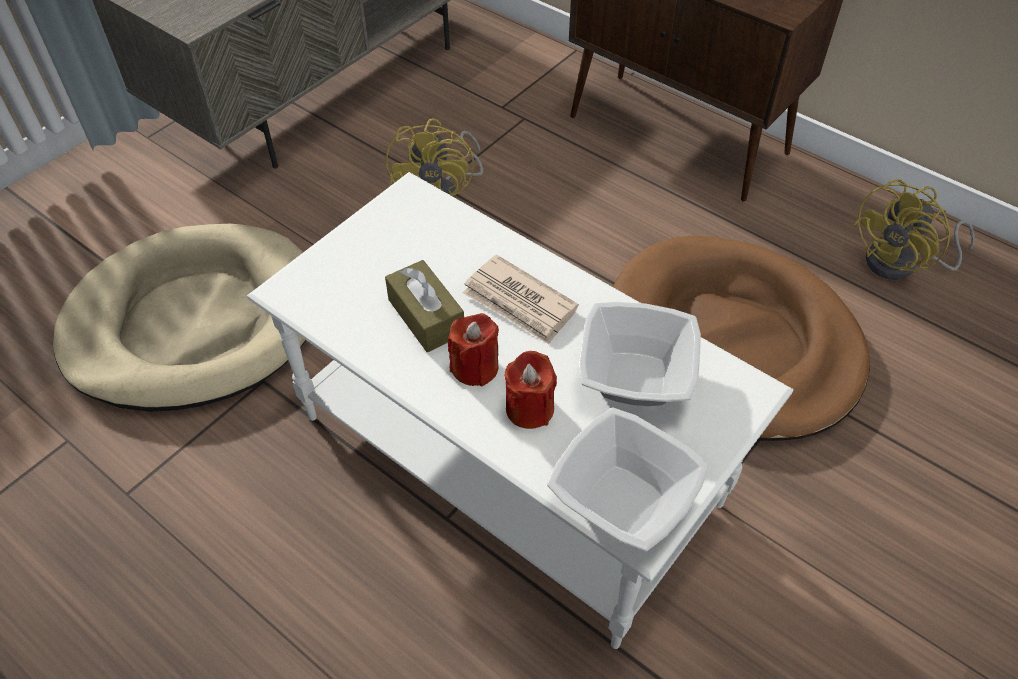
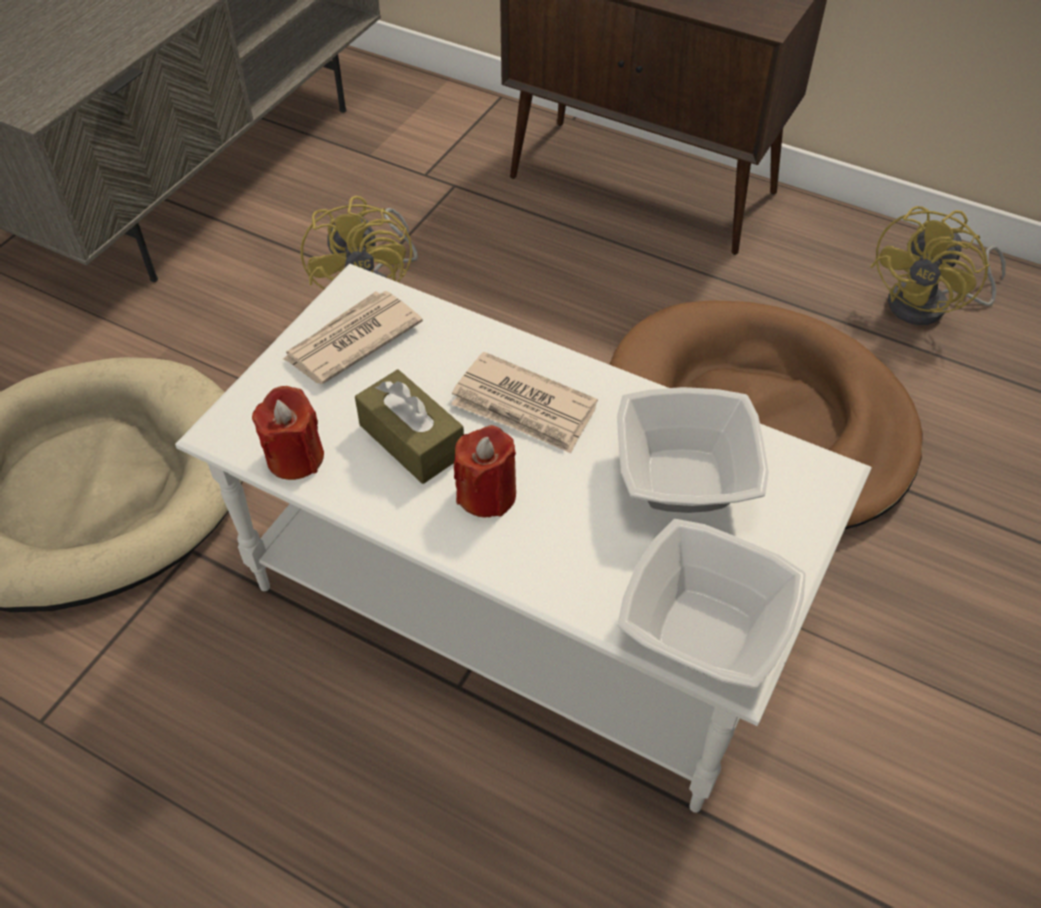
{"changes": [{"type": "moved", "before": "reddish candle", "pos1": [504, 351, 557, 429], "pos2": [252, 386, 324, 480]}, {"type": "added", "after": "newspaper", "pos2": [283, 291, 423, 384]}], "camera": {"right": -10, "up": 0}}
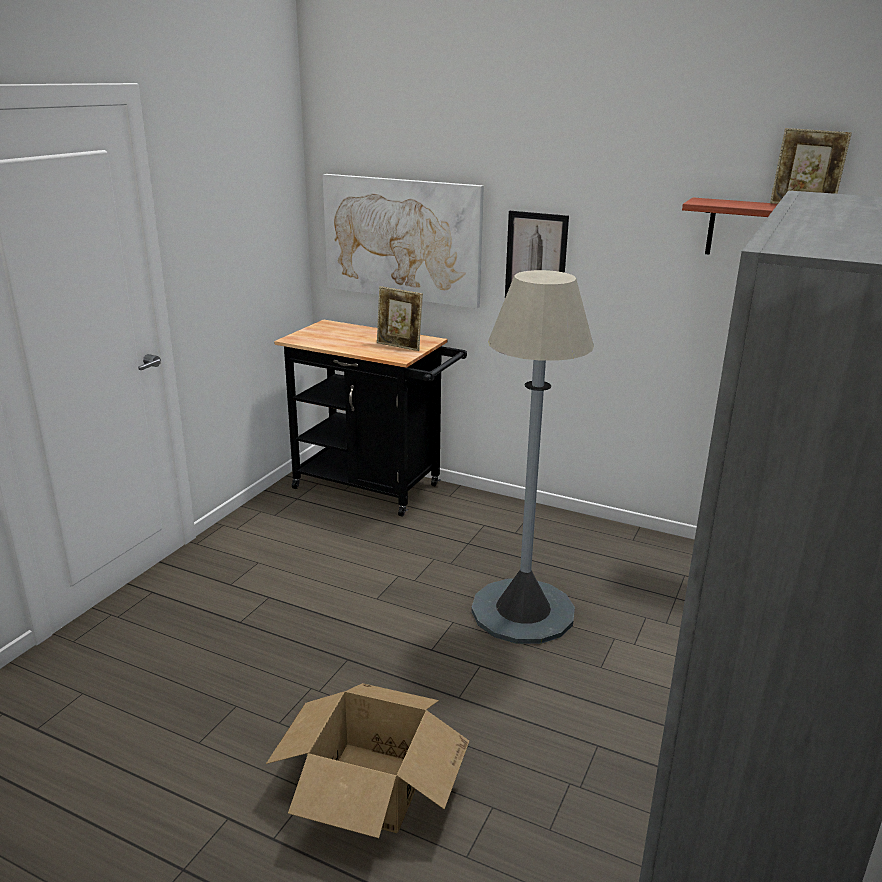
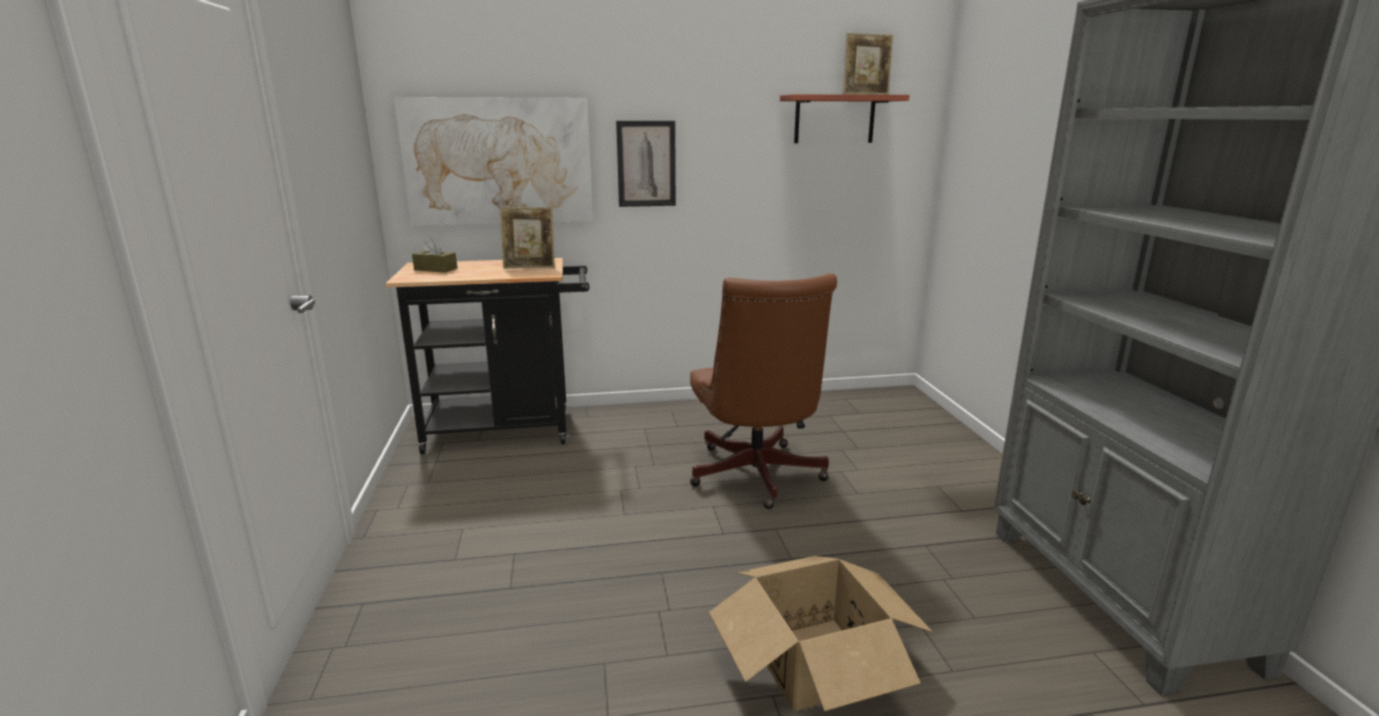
{"changes": [{"type": "replaced", "before": "gray floor lamp", "after": "brown-coloured desk chair", "pos1": [472, 270, 594, 644], "pos2": [690, 274, 837, 509]}, {"type": "added", "after": "brown-coloured tissue box", "pos2": [412, 238, 457, 273]}], "camera": {"right": -35, "up": -5}}
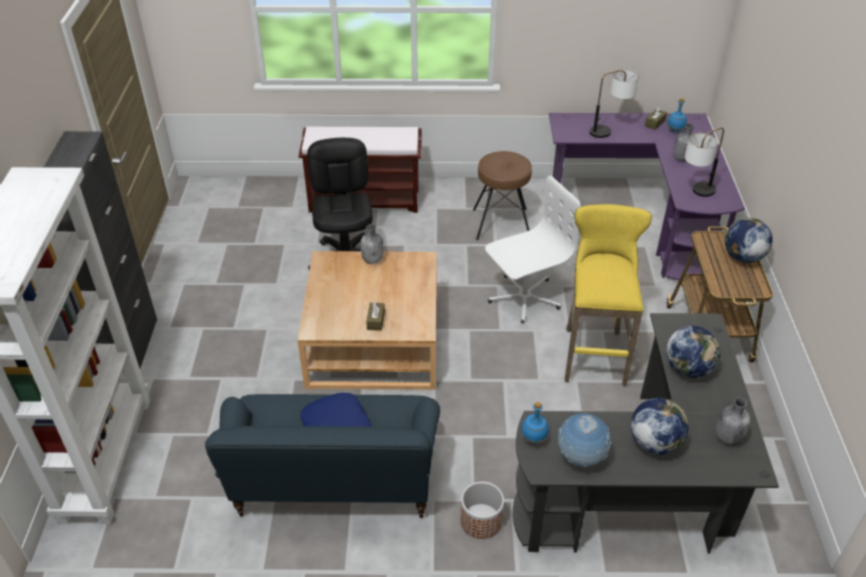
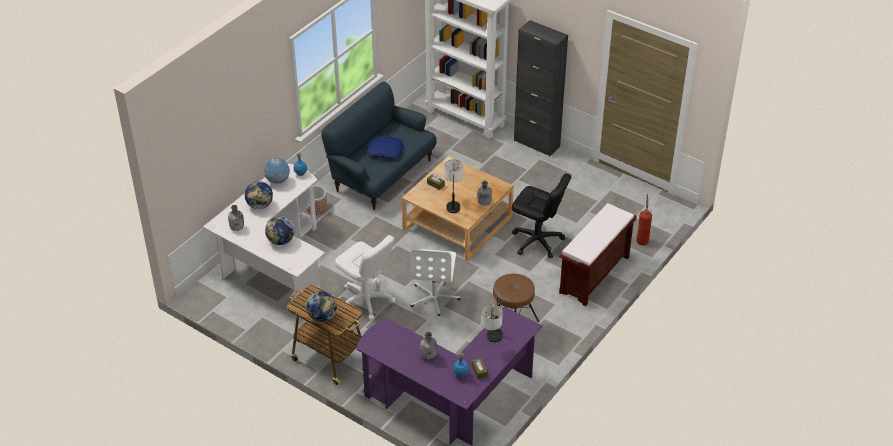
{"changes": [{"type": "moved", "before": "table lamp", "pos1": [685, 127, 724, 197], "pos2": [445, 159, 463, 213]}, {"type": "replaced", "before": "yellow-coloured stool", "after": "white desk chair", "pos1": [565, 204, 652, 387], "pos2": [335, 235, 396, 320]}, {"type": "recoloured", "before": "blackish desk table", "after": "white desk table", "pos1": [513, 313, 779, 554], "pos2": [203, 163, 325, 318]}, {"type": "added", "after": "fire extinguisher", "pos2": [636, 194, 652, 245]}], "camera": {"right": 125, "up": 0}}
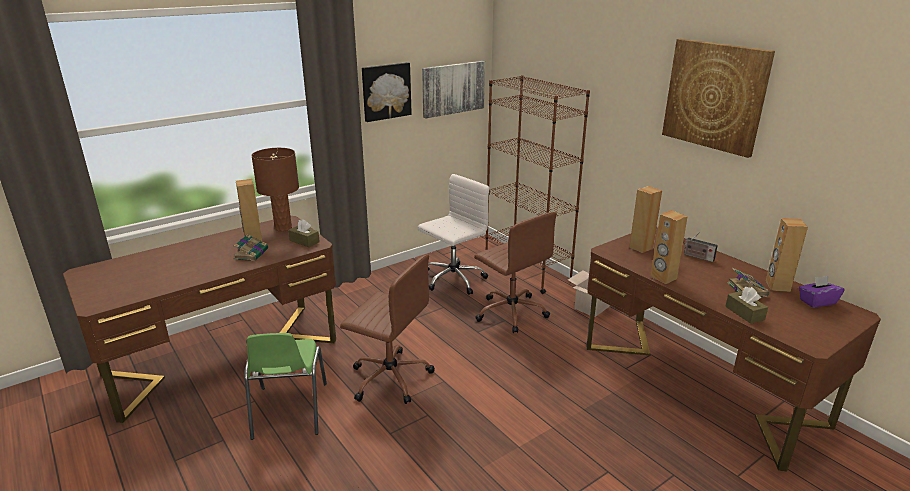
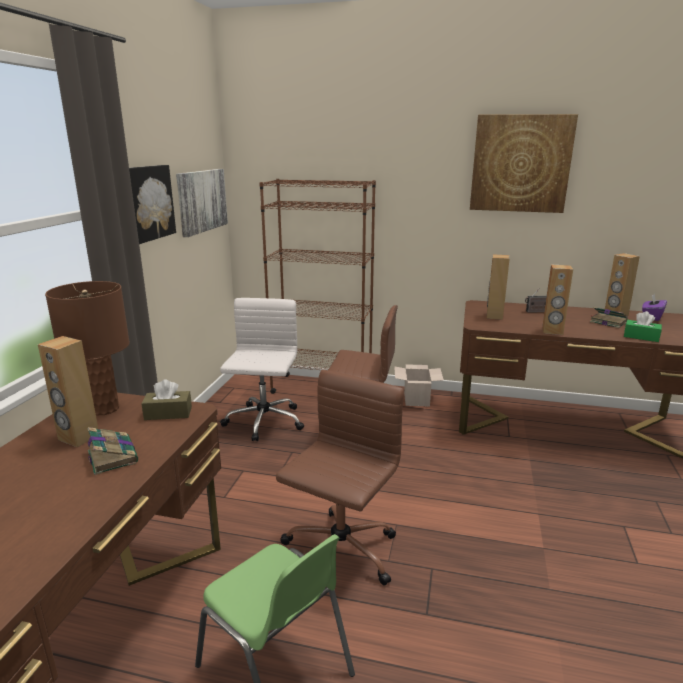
{"changes": [{"type": "turned", "before": "brown-coloured desk chair", "pos1": [340, 255, 435, 404], "pos2": [276, 370, 404, 586], "turn": -45}, {"type": "recoloured", "before": "brown-coloured tissue box", "after": "green tissue box", "pos1": [725, 287, 768, 324], "pos2": [624, 311, 662, 342]}], "camera": {"right": -40, "up": -5}}
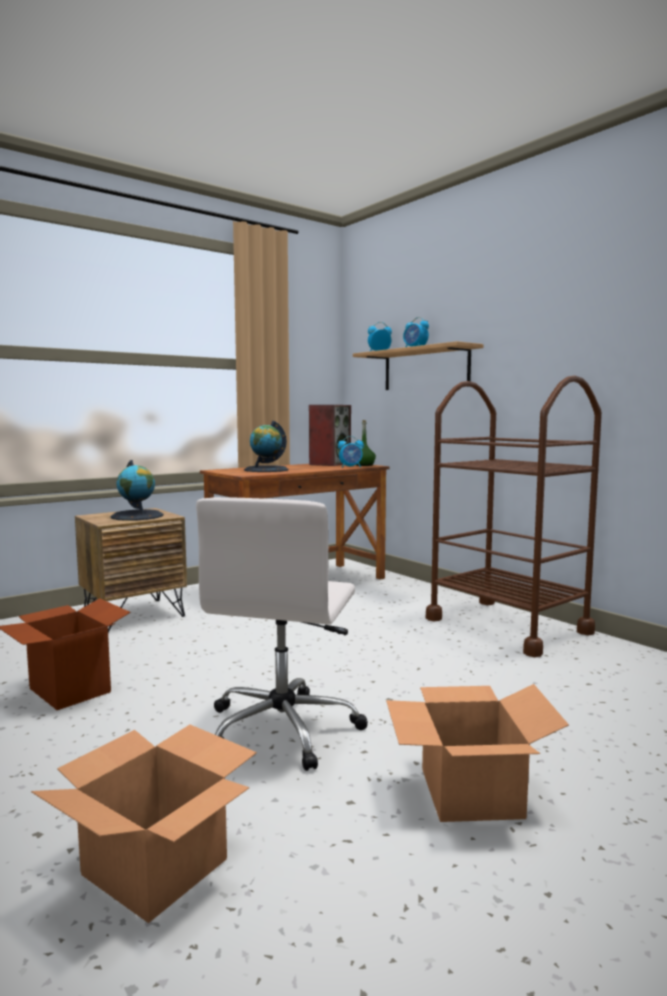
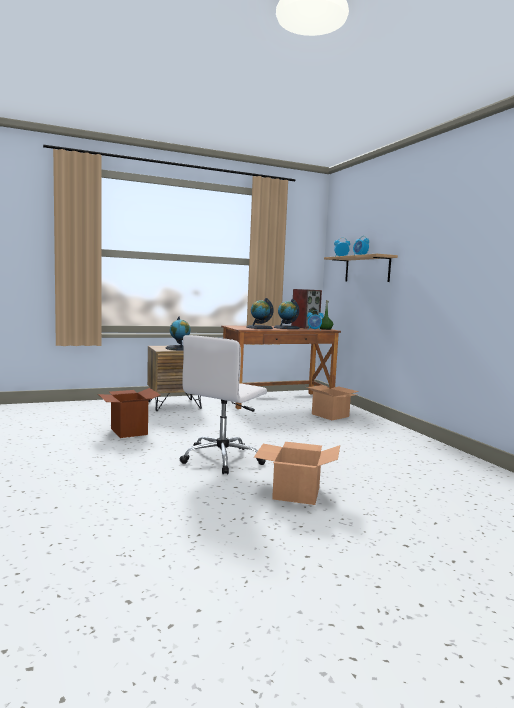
{"changes": [{"type": "removed", "before": "brown-coloured trolley", "pos1": [426, 375, 602, 657]}, {"type": "moved", "before": "cardboard box", "pos1": [31, 725, 257, 923], "pos2": [306, 385, 359, 420]}, {"type": "added", "after": "globe", "pos2": [273, 299, 300, 329]}], "camera": {"right": 15, "up": 0}}
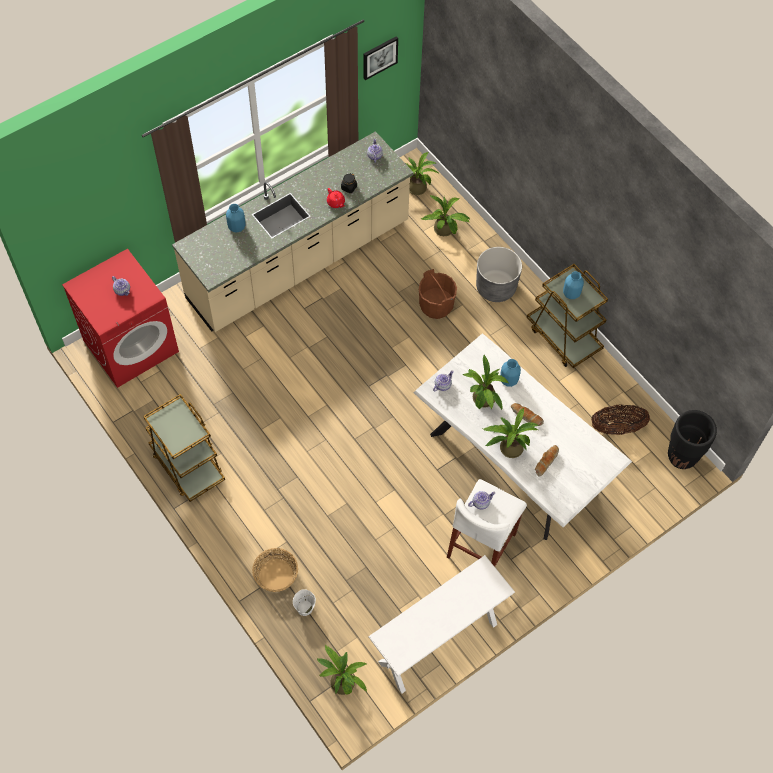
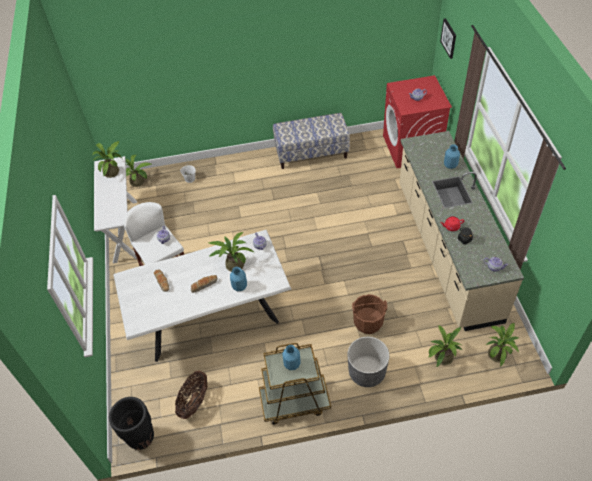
{"changes": [{"type": "moved", "before": "wall picture", "pos1": [363, 36, 398, 80], "pos2": [440, 18, 456, 59]}, {"type": "replaced", "before": "brown-coloured trolley", "after": "indoor bench", "pos1": [143, 394, 225, 502], "pos2": [273, 113, 350, 169]}, {"type": "moved", "before": "houseplant", "pos1": [483, 408, 539, 458], "pos2": [92, 141, 123, 178]}, {"type": "removed", "before": "storage basket", "pos1": [252, 548, 298, 592]}], "camera": {"right": 120, "up": -10}}
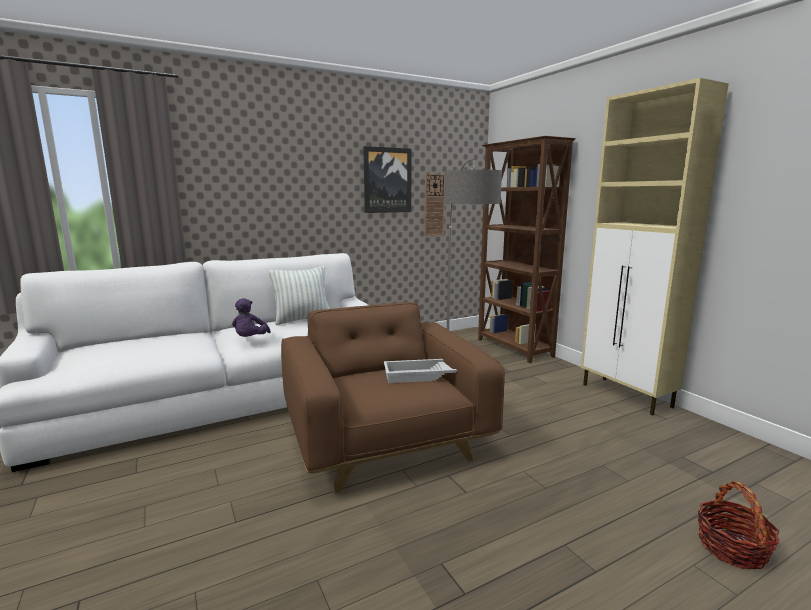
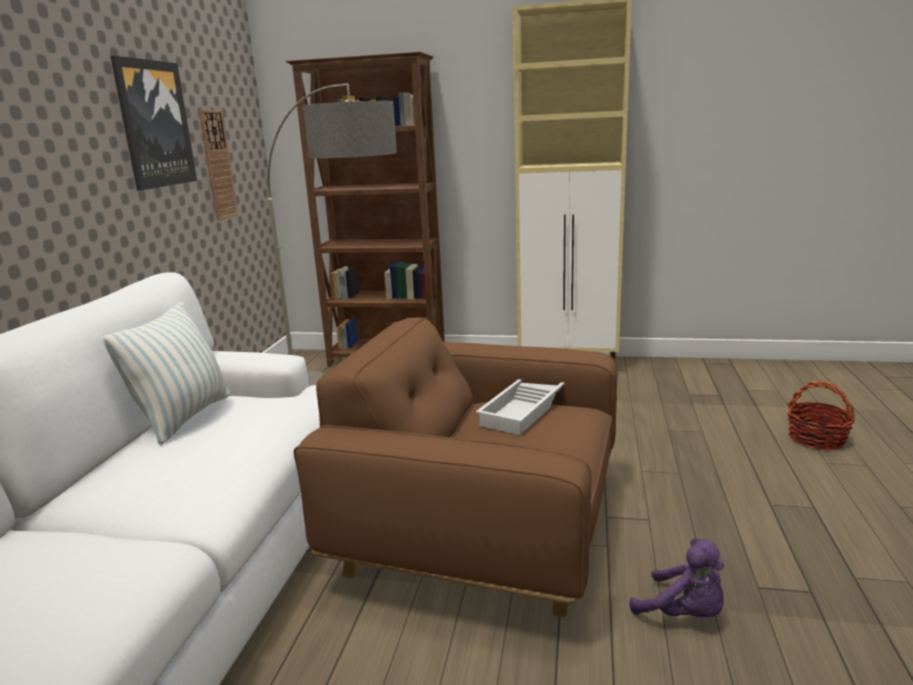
{"changes": [{"type": "moved", "before": "purplish soft toy", "pos1": [232, 298, 271, 337], "pos2": [630, 538, 724, 617]}], "camera": {"right": -50, "up": 5}}
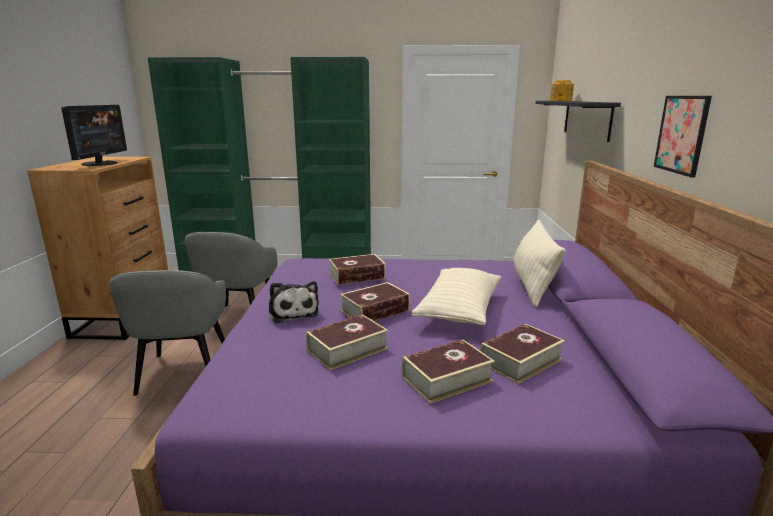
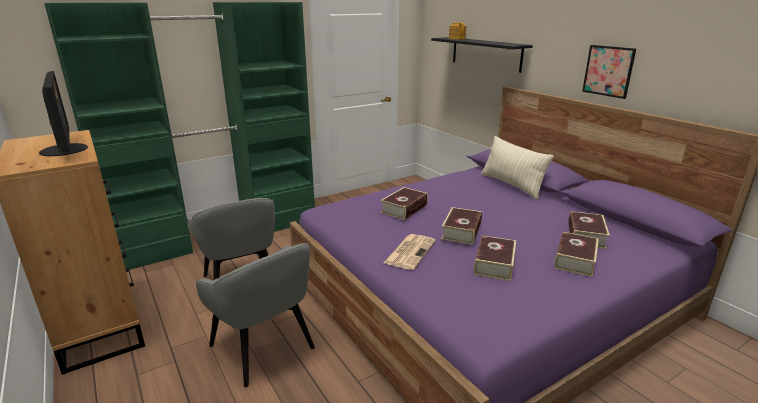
{"changes": [{"type": "removed", "before": "sand-coloured pillow", "pos1": [412, 268, 501, 325]}, {"type": "replaced", "before": "soft toy", "after": "newspaper", "pos1": [269, 281, 319, 323], "pos2": [384, 234, 436, 270]}], "camera": {"right": -35, "up": 5}}
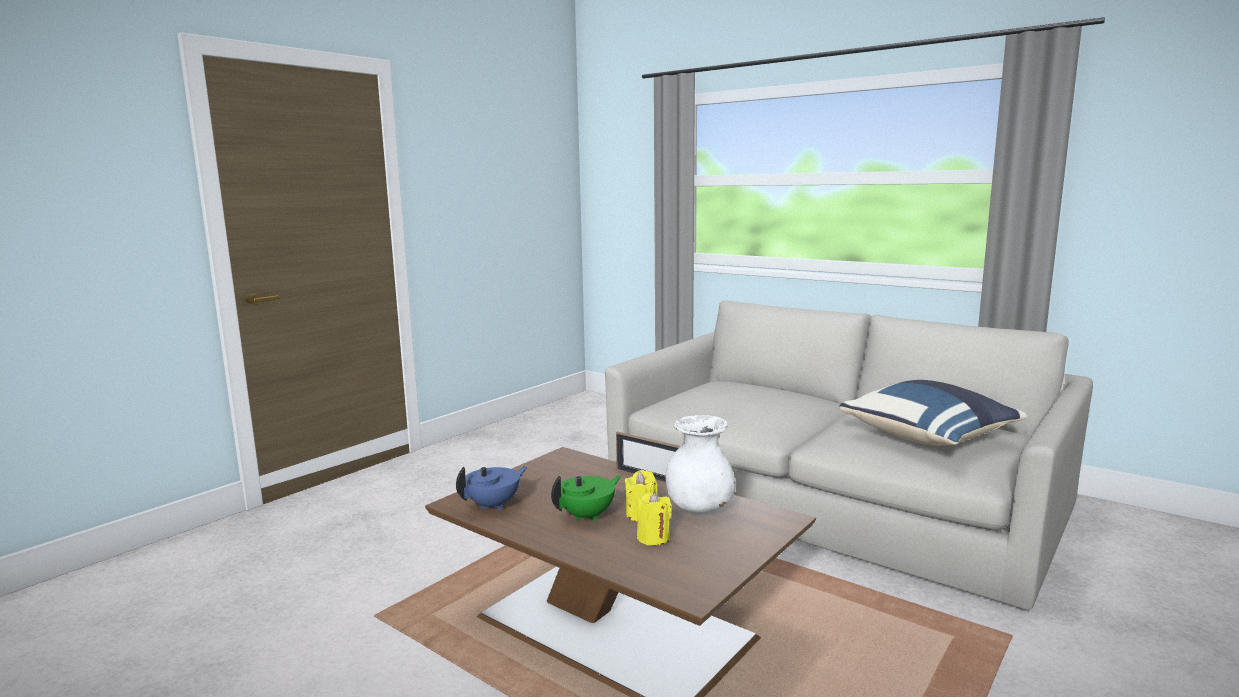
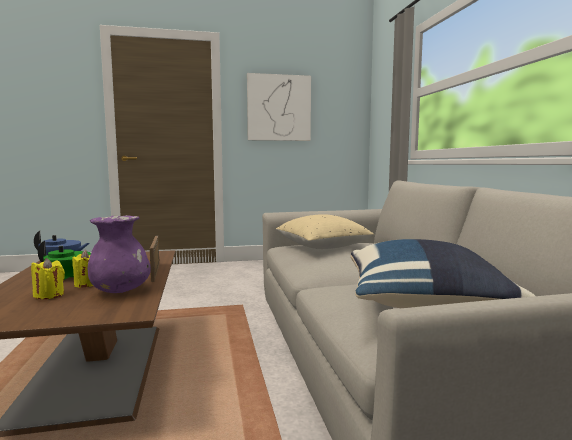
{"changes": [{"type": "recoloured", "before": "white decorative vase", "after": "purplish decorative vase", "pos1": [665, 415, 736, 513], "pos2": [88, 215, 151, 293]}, {"type": "added", "after": "wall picture", "pos2": [247, 73, 311, 141]}, {"type": "added", "after": "sand-coloured pillow", "pos2": [276, 214, 374, 249]}], "camera": {"right": 40, "up": -5}}
